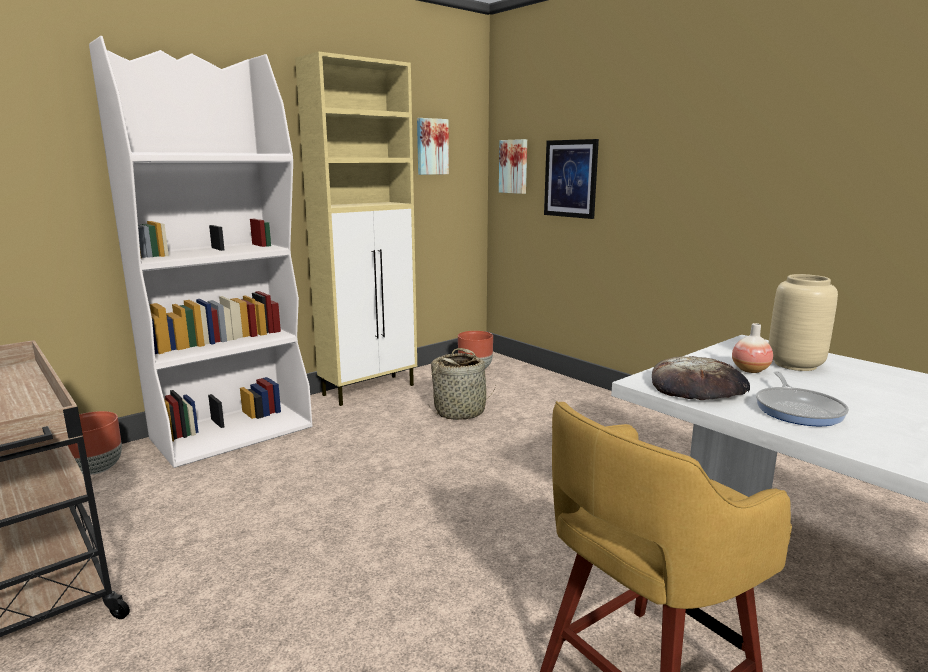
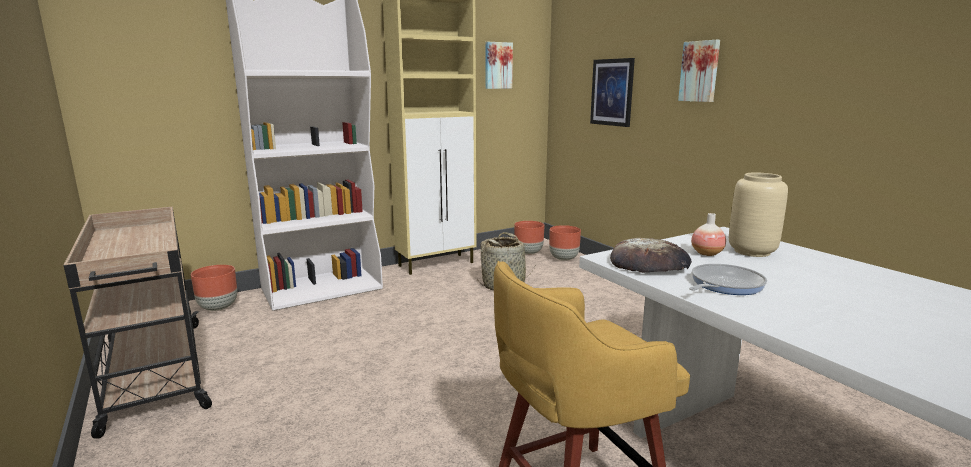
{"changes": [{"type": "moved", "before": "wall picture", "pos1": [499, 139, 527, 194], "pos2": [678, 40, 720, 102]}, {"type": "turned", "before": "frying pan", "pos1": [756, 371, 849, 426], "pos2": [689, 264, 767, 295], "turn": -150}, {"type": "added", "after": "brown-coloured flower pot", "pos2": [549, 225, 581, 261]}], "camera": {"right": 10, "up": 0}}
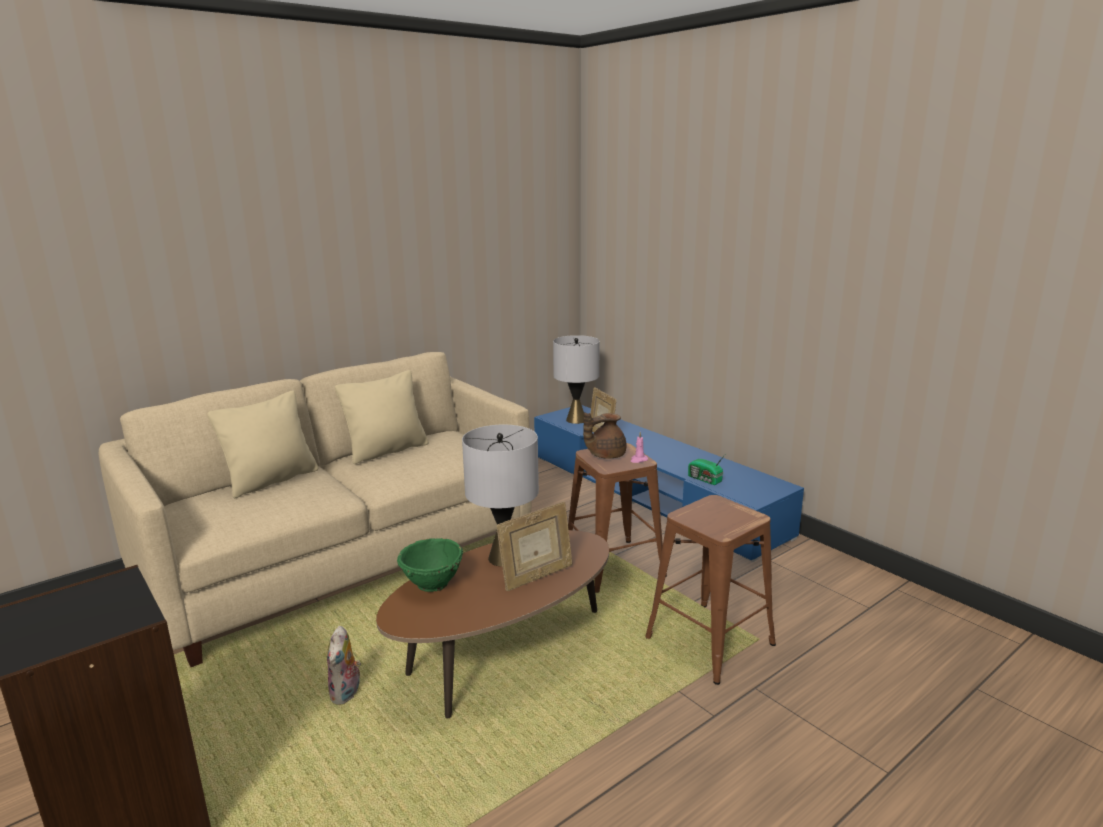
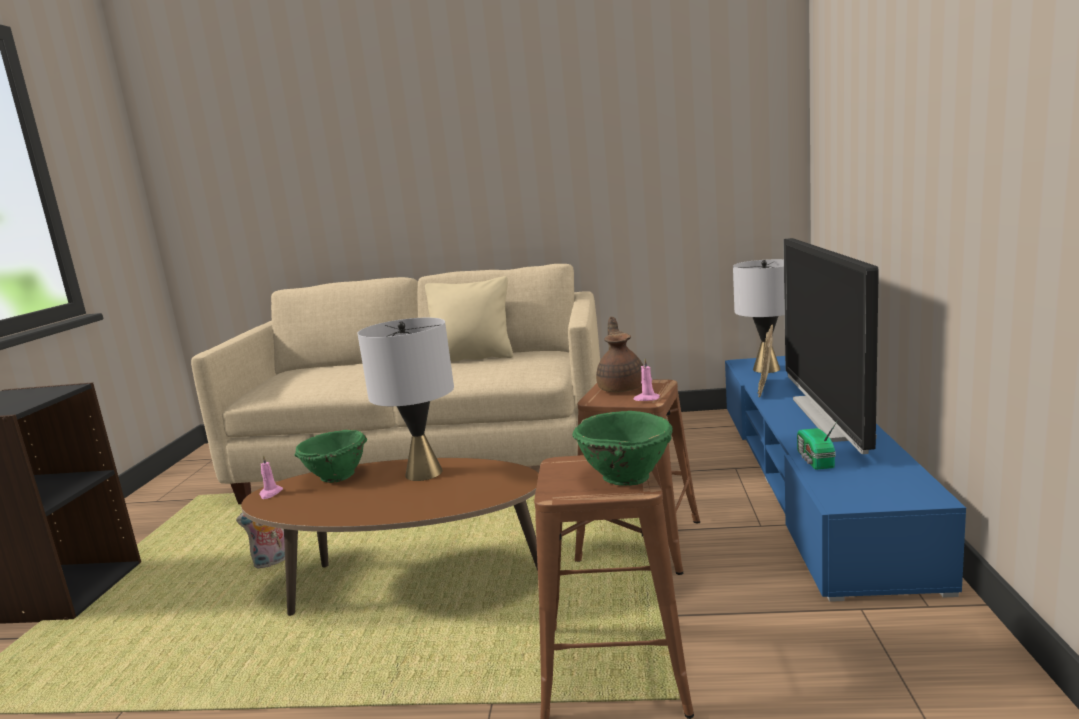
{"changes": [{"type": "removed", "before": "sand-coloured pillow", "pos1": [208, 390, 318, 498]}, {"type": "turned", "before": "brown-coloured teapot", "pos1": [583, 413, 627, 459], "pos2": [596, 317, 643, 392], "turn": 75}, {"type": "removed", "before": "picture frame", "pos1": [496, 501, 573, 591]}, {"type": "added", "after": "TV set", "pos2": [783, 238, 879, 454]}, {"type": "added", "after": "green serving bowl", "pos2": [572, 411, 673, 486]}, {"type": "added", "after": "pink-coloured candle", "pos2": [259, 455, 283, 499]}], "camera": {"right": 45, "up": -5}}
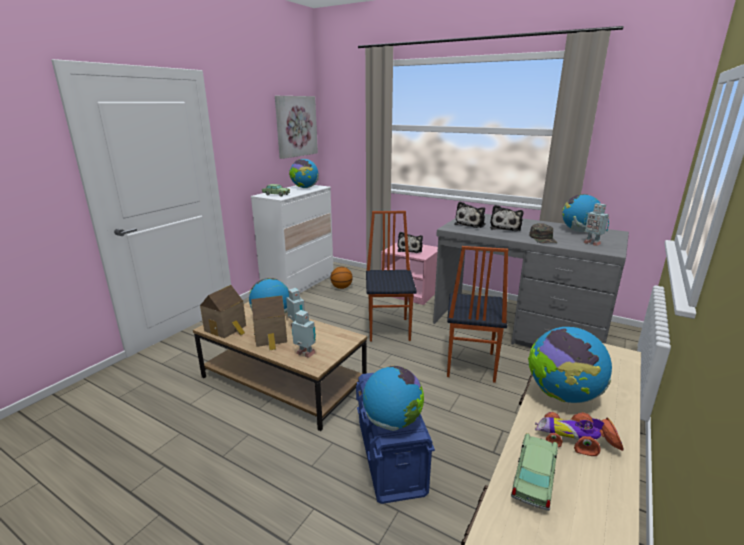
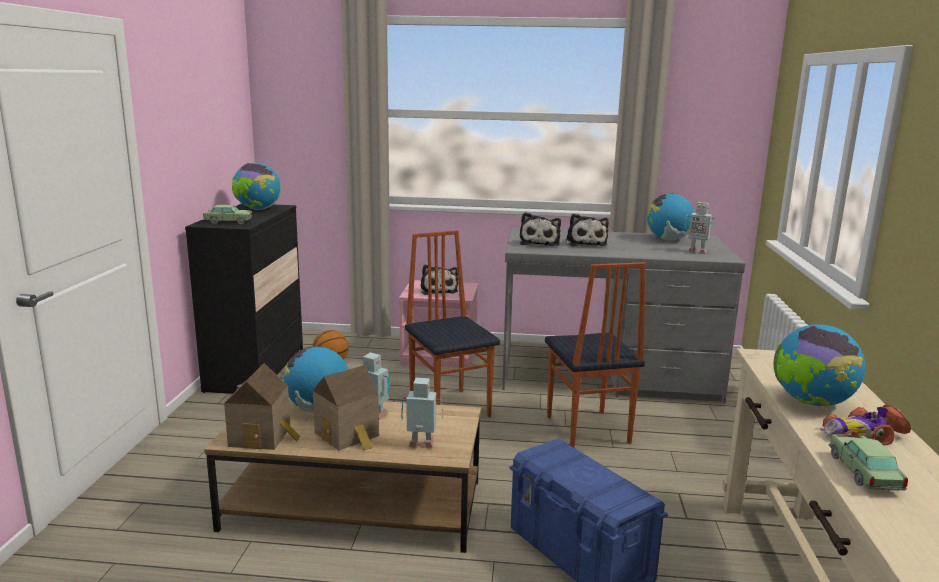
{"changes": [{"type": "removed", "before": "wall picture", "pos1": [275, 96, 318, 159]}, {"type": "recoloured", "before": "white drawer chest", "after": "blackish drawer chest", "pos1": [251, 185, 333, 293], "pos2": [185, 204, 303, 394]}, {"type": "removed", "before": "green peaked cap", "pos1": [529, 223, 558, 243]}, {"type": "removed", "before": "globe", "pos1": [363, 366, 424, 431]}], "camera": {"right": -25, "up": -5}}
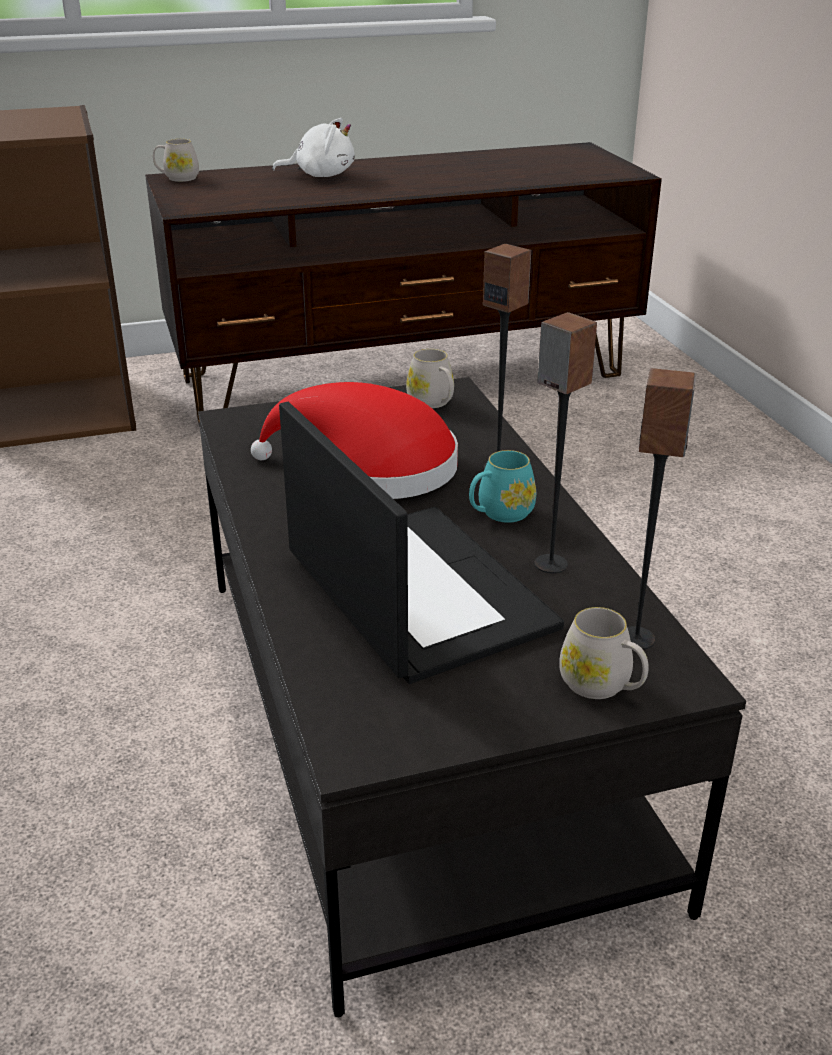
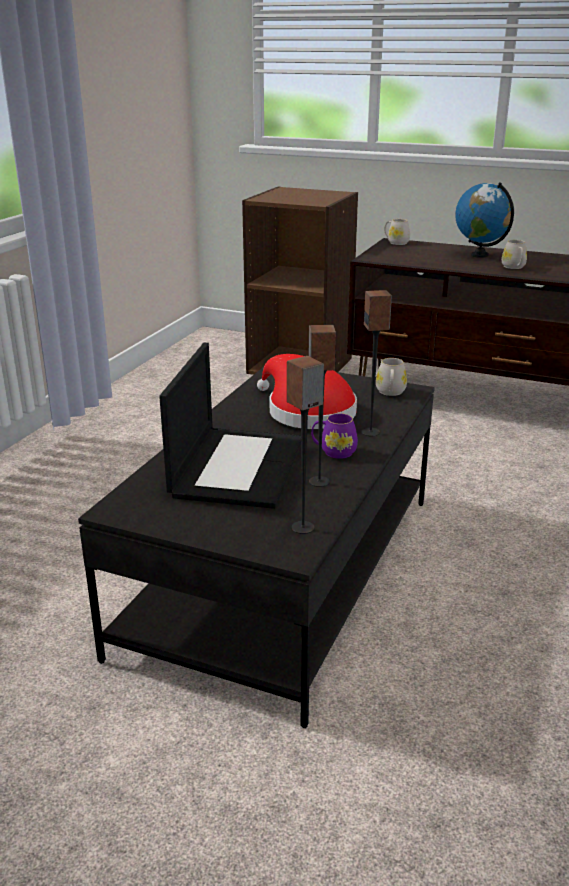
{"changes": [{"type": "replaced", "before": "white soft toy", "after": "globe", "pos1": [272, 118, 355, 177], "pos2": [455, 182, 514, 258]}, {"type": "recoloured", "before": "blue-green coffee mug", "after": "purplish coffee mug", "pos1": [469, 450, 536, 523], "pos2": [311, 413, 358, 459]}, {"type": "moved", "before": "white coffee mug", "pos1": [559, 607, 649, 699], "pos2": [502, 240, 527, 269]}], "camera": {"right": 40, "up": -5}}
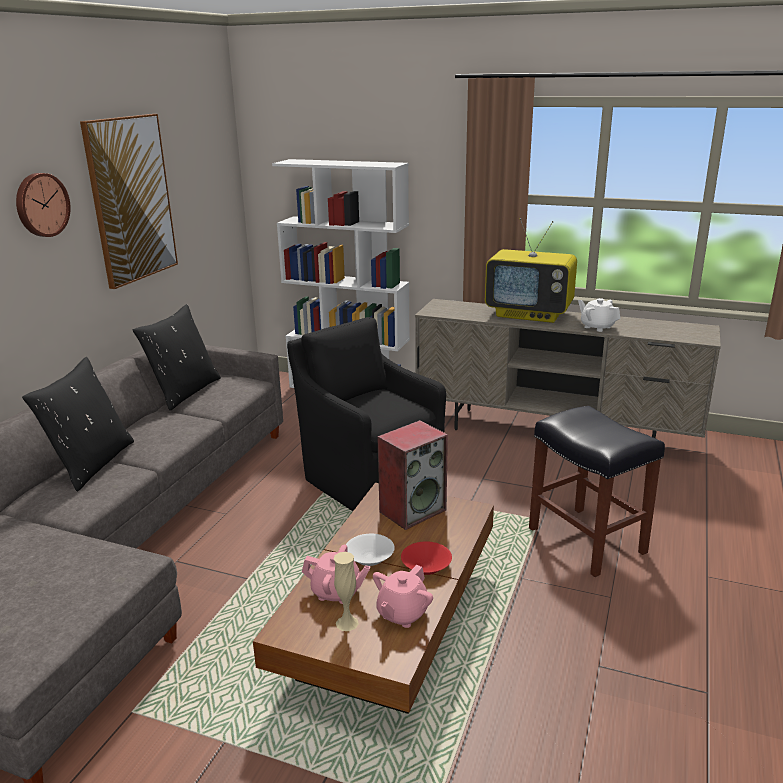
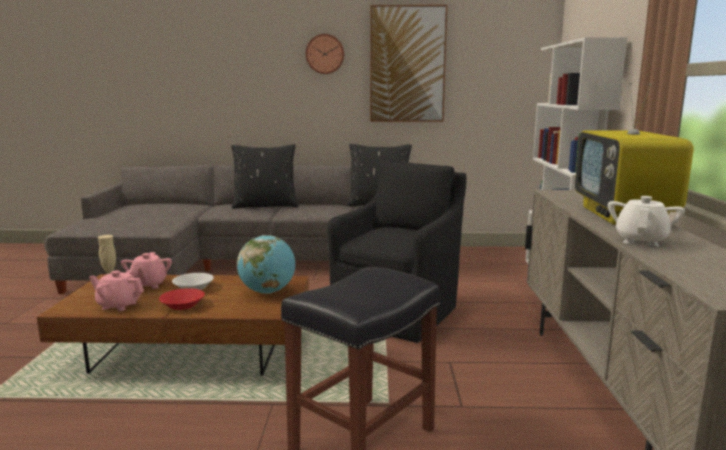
{"changes": [{"type": "replaced", "before": "loudspeaker", "after": "globe", "pos1": [377, 420, 448, 530], "pos2": [237, 235, 295, 294]}], "camera": {"right": 70, "up": -10}}
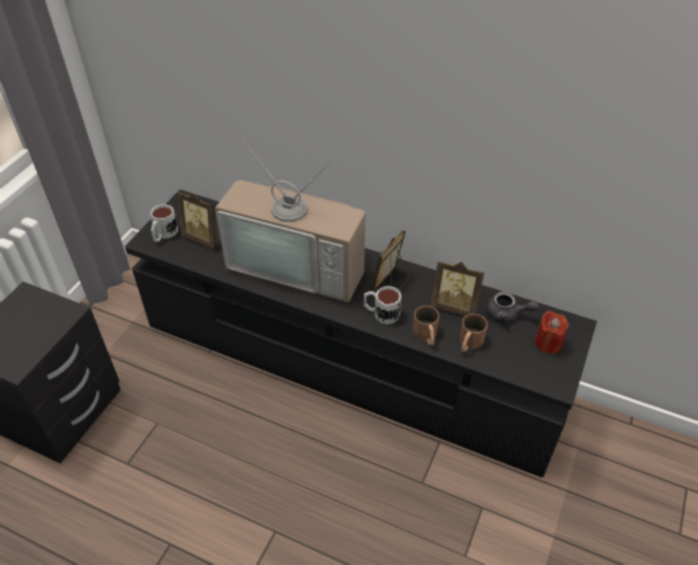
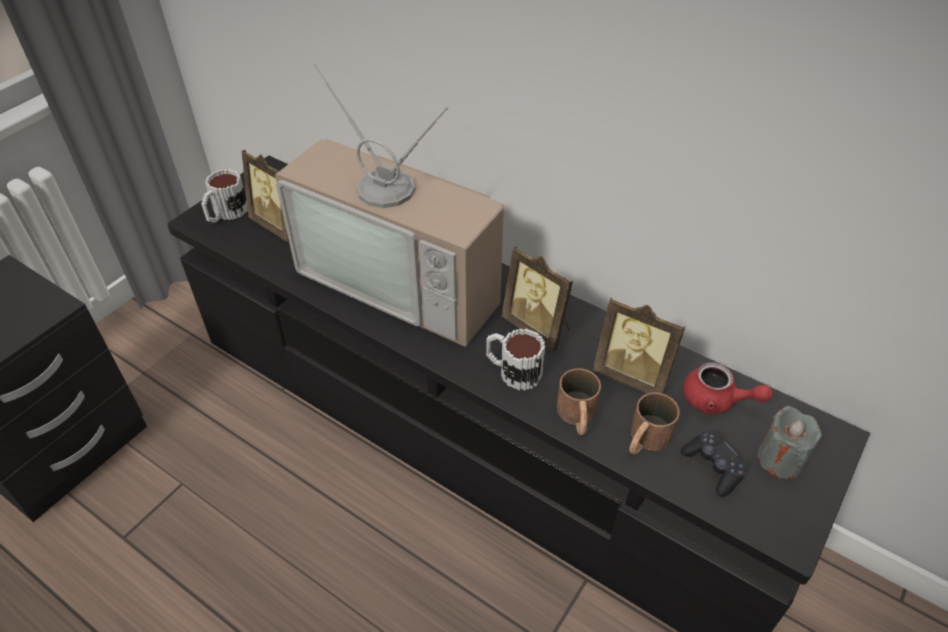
{"changes": [{"type": "turned", "before": "picture frame", "pos1": [371, 230, 409, 292], "pos2": [502, 246, 573, 351], "turn": -90}, {"type": "recoloured", "before": "gray teapot", "after": "reddish teapot", "pos1": [486, 292, 539, 323], "pos2": [683, 363, 773, 414]}, {"type": "recoloured", "before": "reddish candle", "after": "gray candle", "pos1": [535, 310, 569, 354], "pos2": [757, 406, 822, 479]}, {"type": "added", "after": "blackish joypad", "pos2": [681, 430, 749, 497]}], "camera": {"right": 10, "up": 0}}
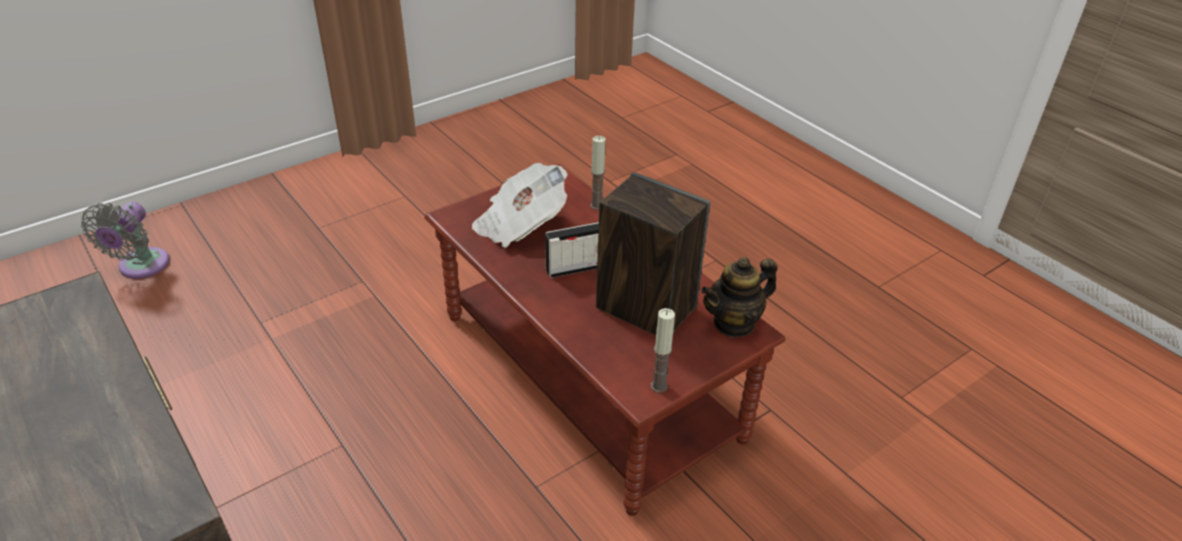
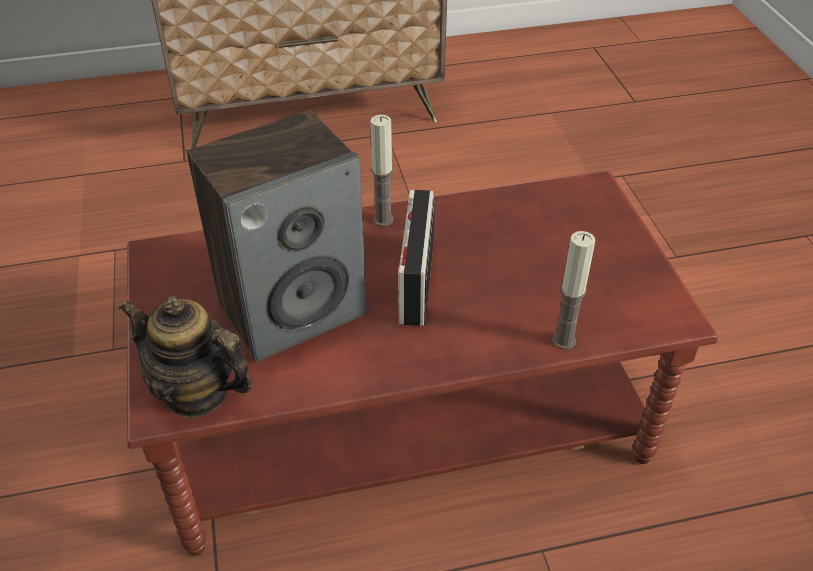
{"changes": [{"type": "removed", "before": "newspaper", "pos1": [472, 163, 568, 248]}, {"type": "removed", "before": "gray cooling fan", "pos1": [81, 202, 170, 279]}, {"type": "turned", "before": "teapot", "pos1": [701, 257, 777, 337], "pos2": [119, 296, 254, 418], "turn": -60}, {"type": "moved", "before": "candle", "pos1": [651, 308, 675, 393], "pos2": [371, 115, 394, 226]}], "camera": {"right": 115, "up": 5}}
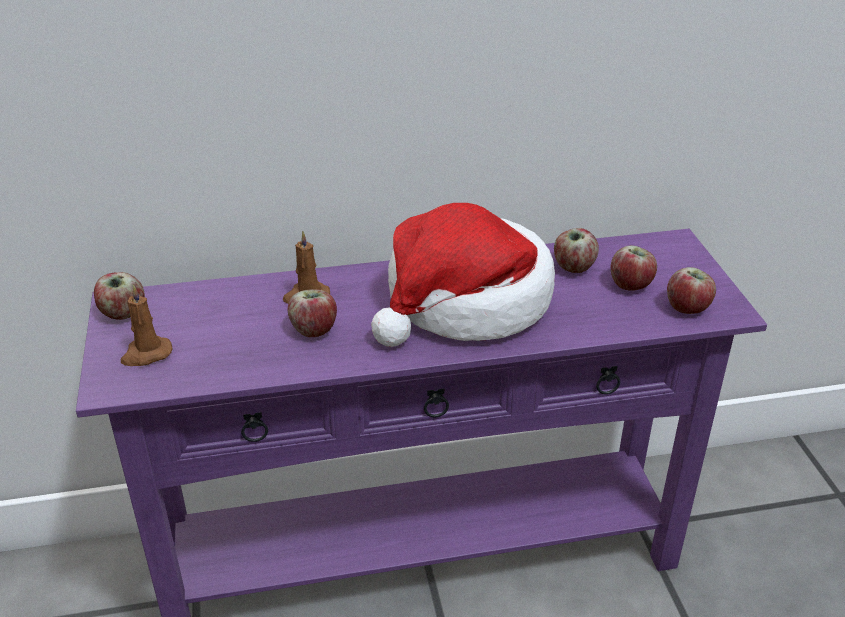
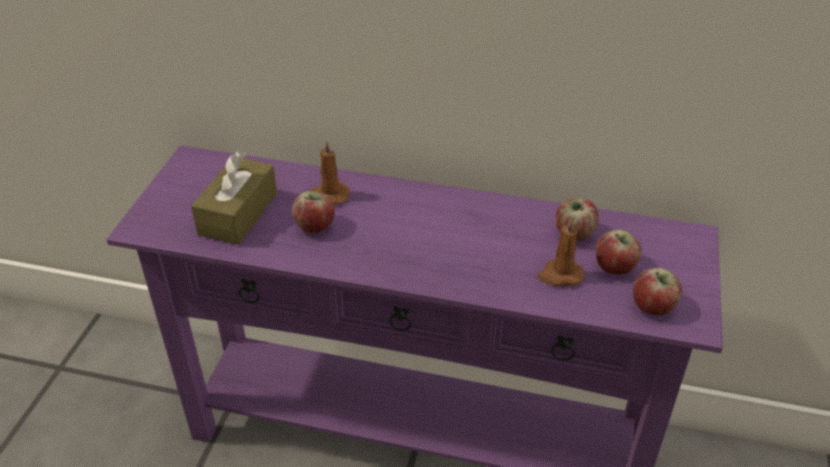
{"changes": [{"type": "removed", "before": "clothing hat", "pos1": [371, 203, 555, 347]}, {"type": "removed", "before": "apple fruit", "pos1": [94, 272, 145, 320]}, {"type": "moved", "before": "brown-coloured candle", "pos1": [121, 285, 173, 366], "pos2": [538, 218, 584, 287]}, {"type": "added", "after": "brown-coloured tissue box", "pos2": [191, 151, 277, 245]}], "camera": {"right": 25, "up": 5}}
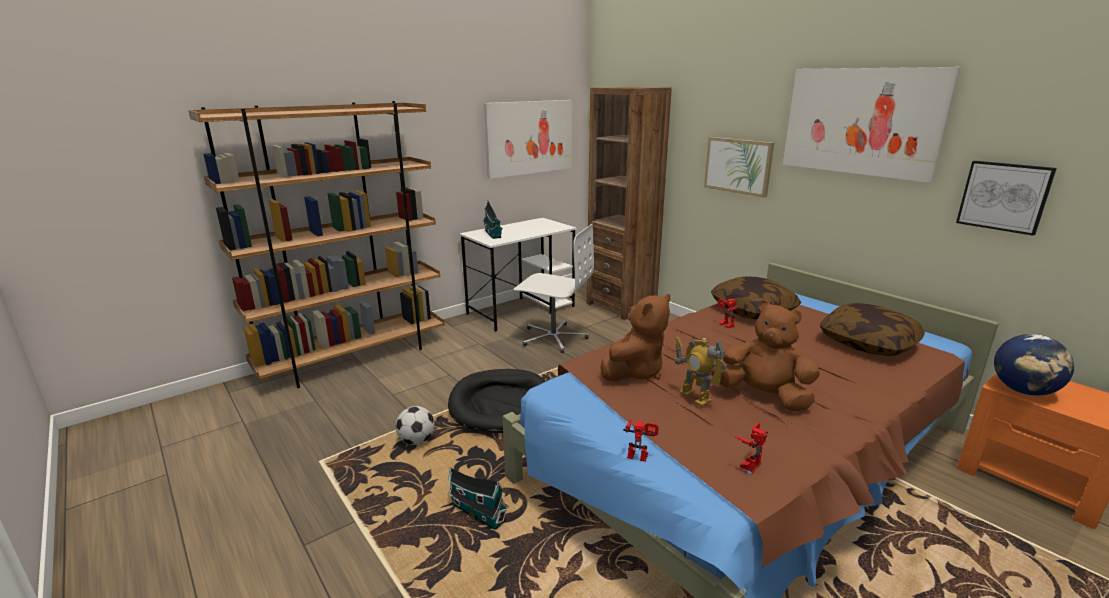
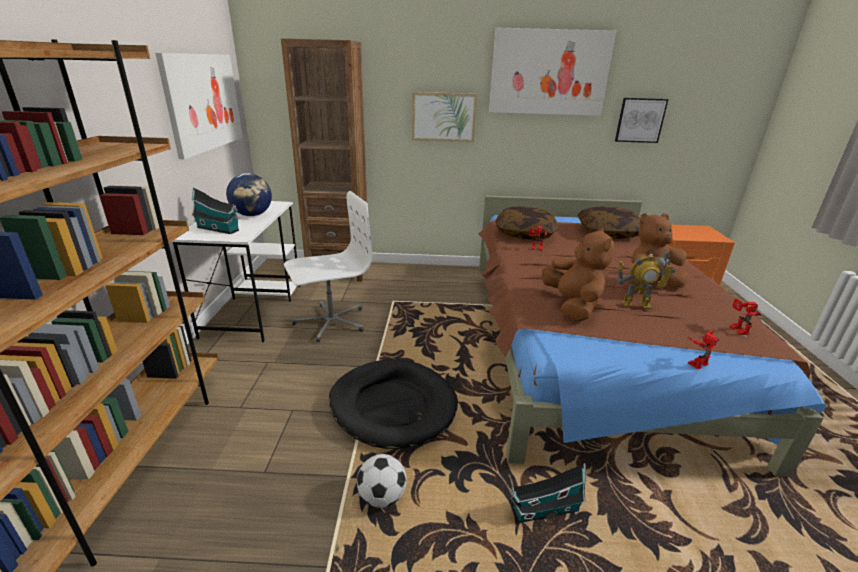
{"changes": [{"type": "moved", "before": "globe", "pos1": [994, 334, 1074, 396], "pos2": [226, 173, 272, 216]}], "camera": {"right": -50, "up": 5}}
